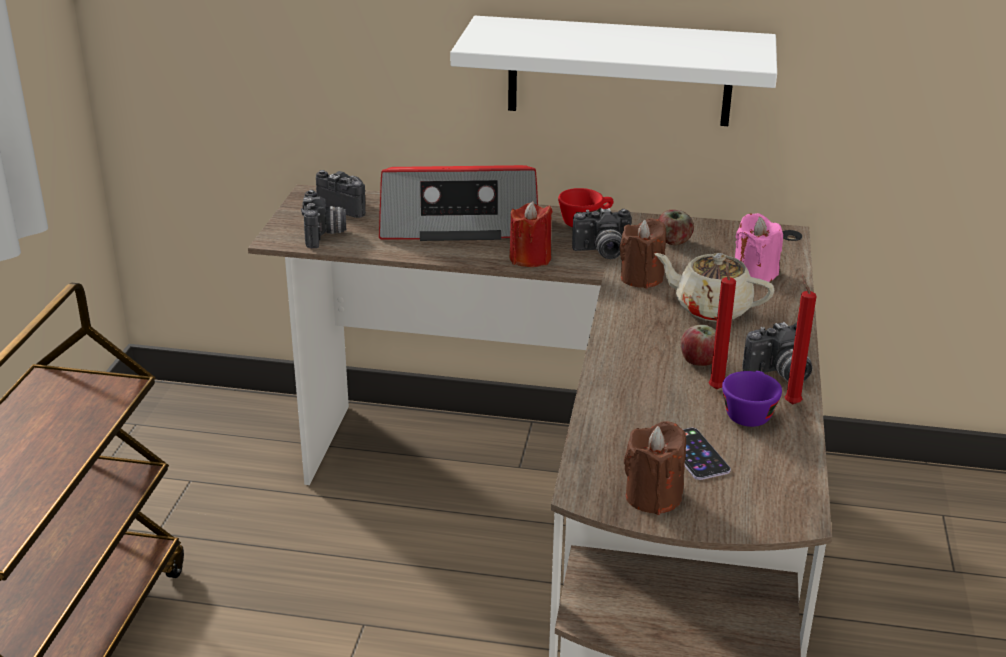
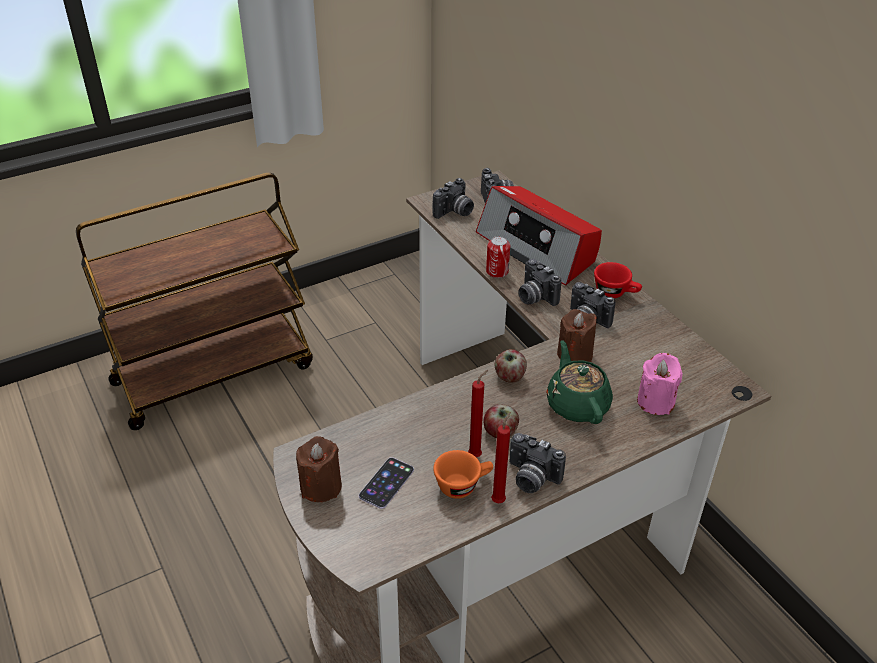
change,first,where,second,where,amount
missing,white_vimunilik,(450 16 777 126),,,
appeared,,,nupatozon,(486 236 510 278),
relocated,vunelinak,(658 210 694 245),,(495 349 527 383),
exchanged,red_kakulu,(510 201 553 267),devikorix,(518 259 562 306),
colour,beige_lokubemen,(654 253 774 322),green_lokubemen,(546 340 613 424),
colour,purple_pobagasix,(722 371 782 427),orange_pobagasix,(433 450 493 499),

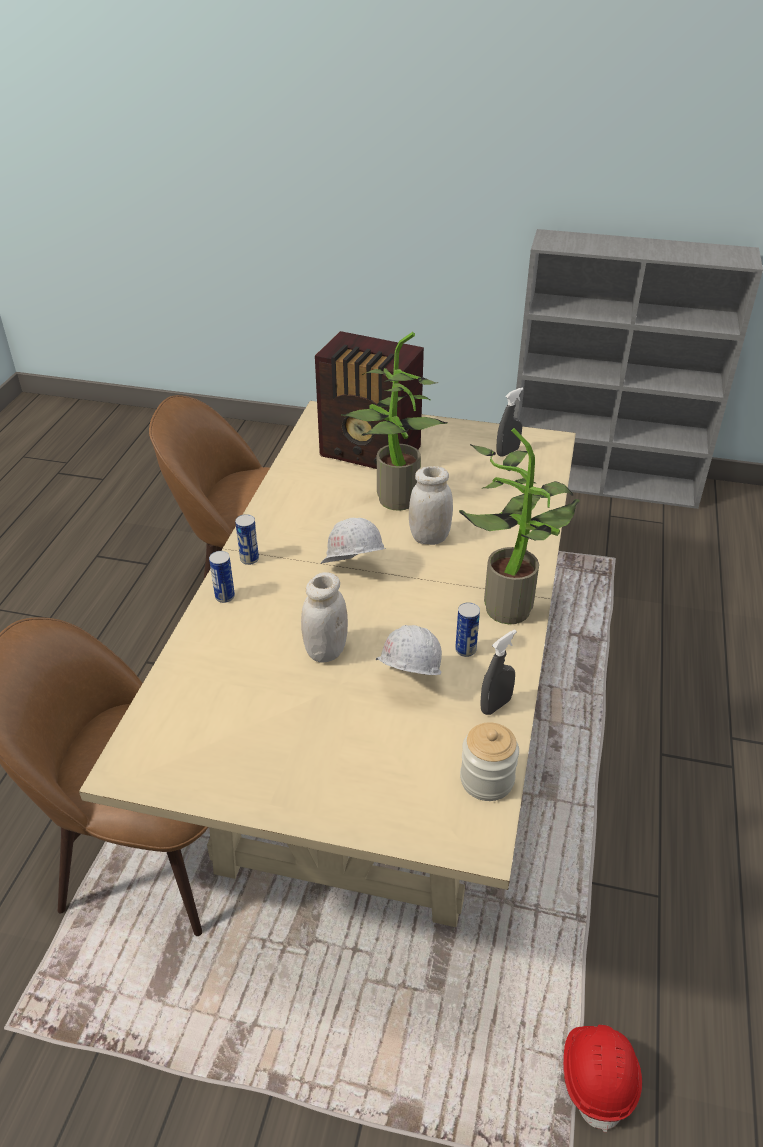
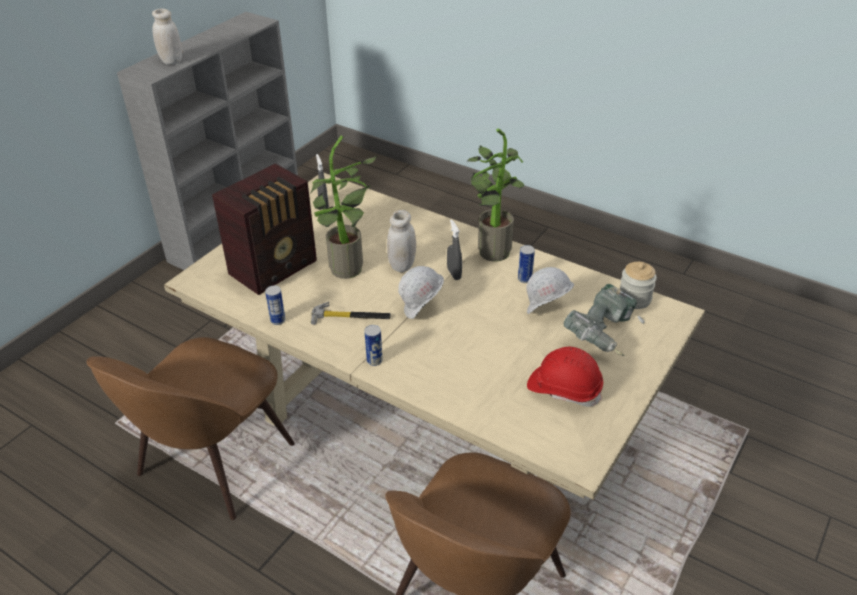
change,first,where,second,where,amount
appeared,,,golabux,(310 302 391 325),
appeared,,,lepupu,(563 284 645 356),
relocated,nupatozon,(209 551 235 603),,(265 286 285 325),
relocated,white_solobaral,(301 572 348 663),,(152 9 182 65),
relocated,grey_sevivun,(480 630 517 715),,(447 219 462 280),
relocated,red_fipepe,(563 1025 642 1132),,(527 347 603 407),

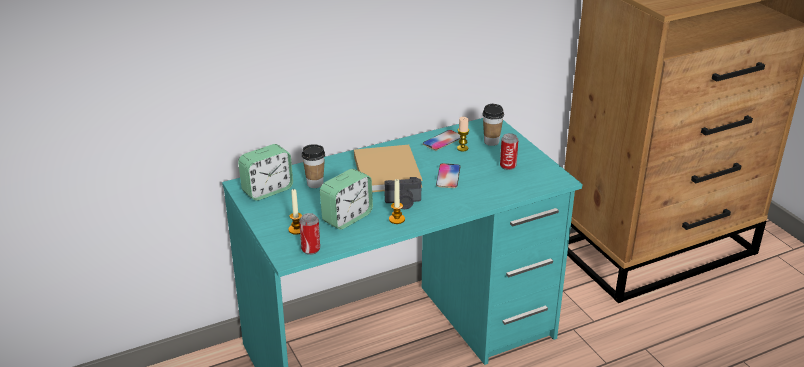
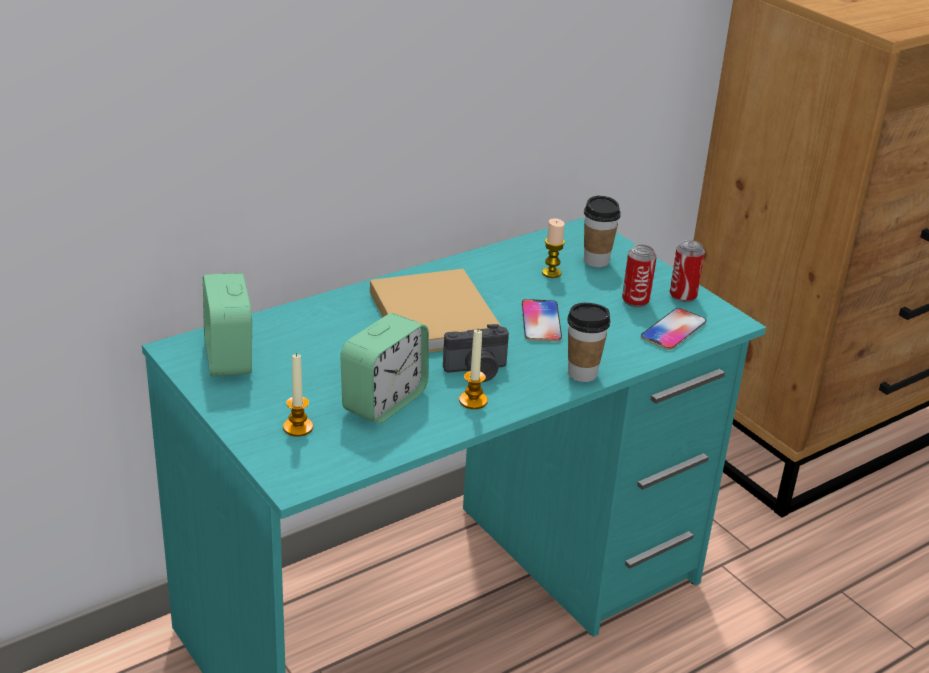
change,first,where,second,where,amount
relocated,nupatozon,(299 213 320 255),,(670 240 705 302),
relocated,pobagasix,(302 144 325 188),,(567 303 610 382),
relocated,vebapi,(423 130 461 151),,(641 308 706 350),
spun,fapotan,(238 144 293 201),,(203 273 252 376),120 degrees clockwise

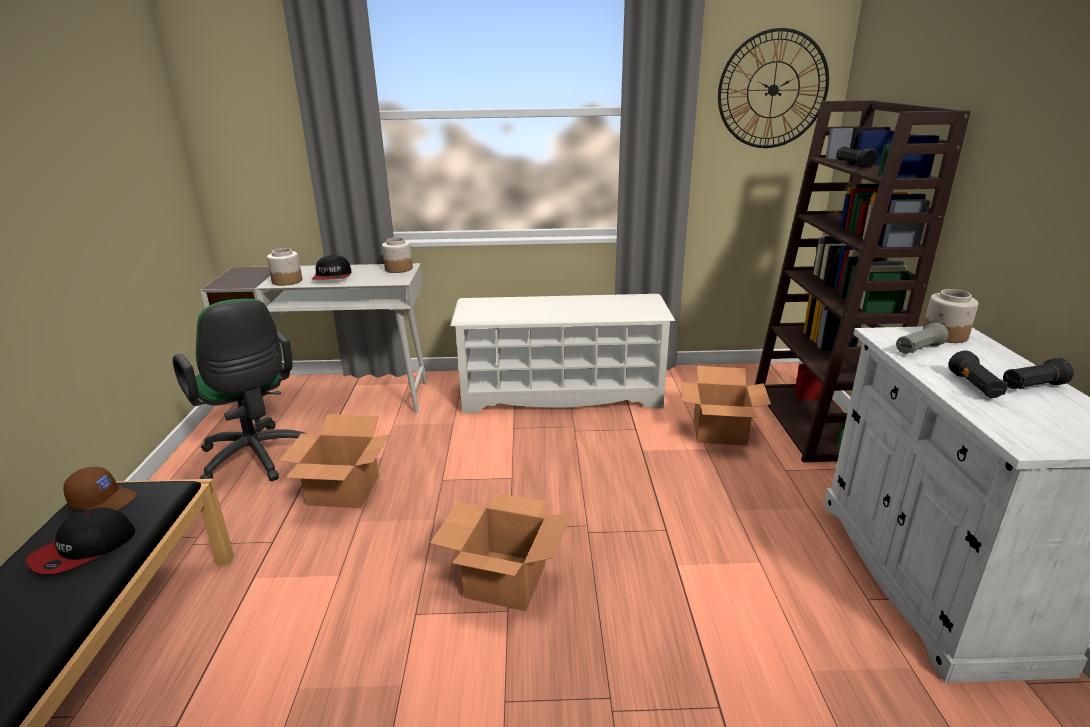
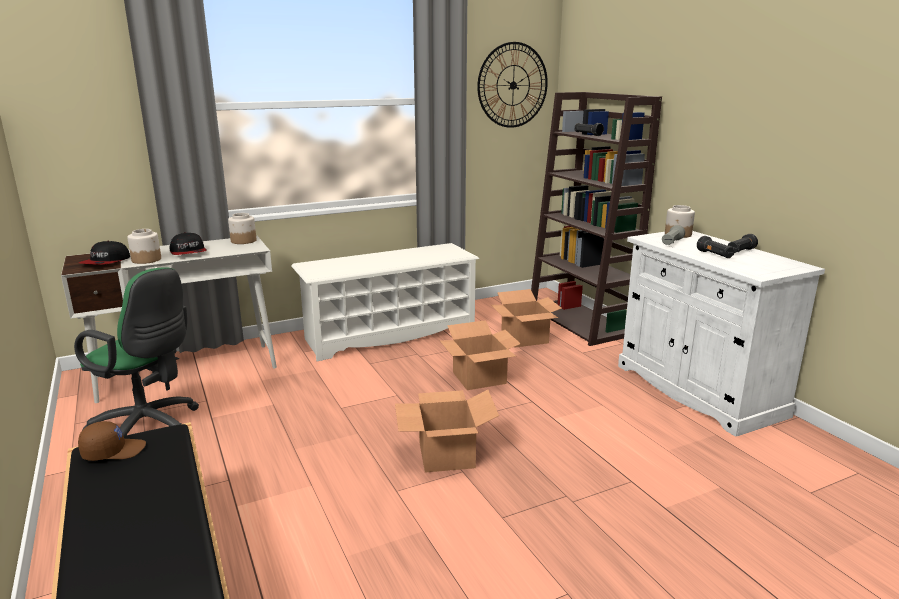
change,first,where,second,where,amount
relocated,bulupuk,(26 507 136 574),,(79 241 130 265),
relocated,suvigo,(279 414 390 508),,(440 320 521 390),

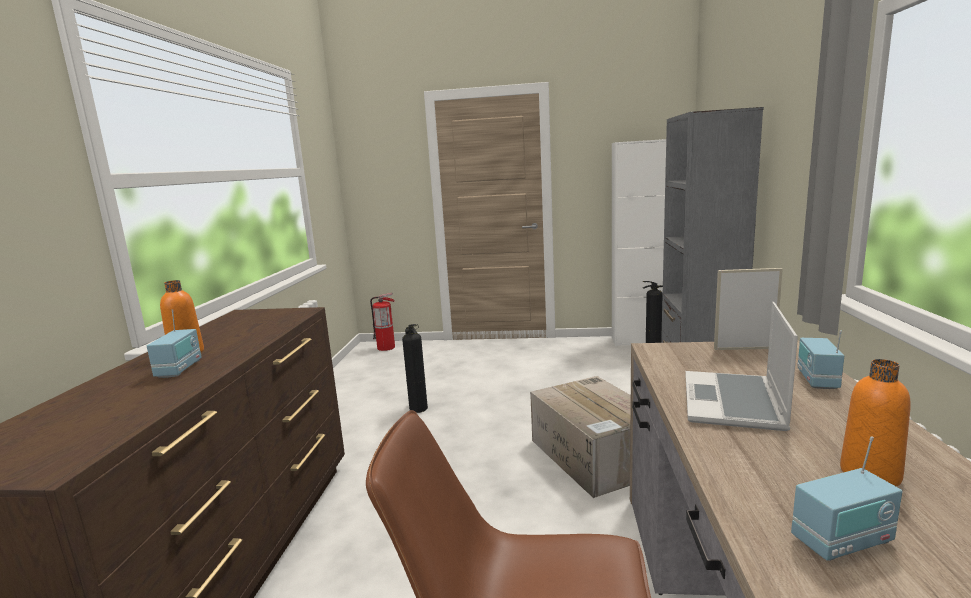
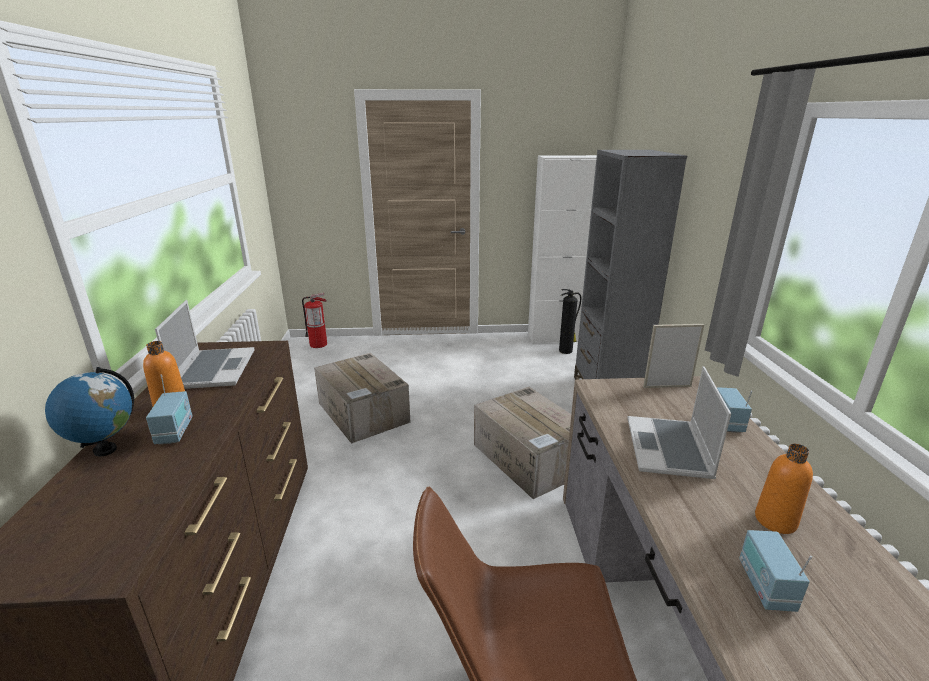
change,first,where,second,where,amount
appeared,,,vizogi,(45 367 134 456),
appeared,,,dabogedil,(155 300 255 389),
exchanged,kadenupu,(402 324 428 413),suvigo,(314 353 411 444),
spun,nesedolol,(791 436 902 561),,(739 530 812 612),120 degrees clockwise

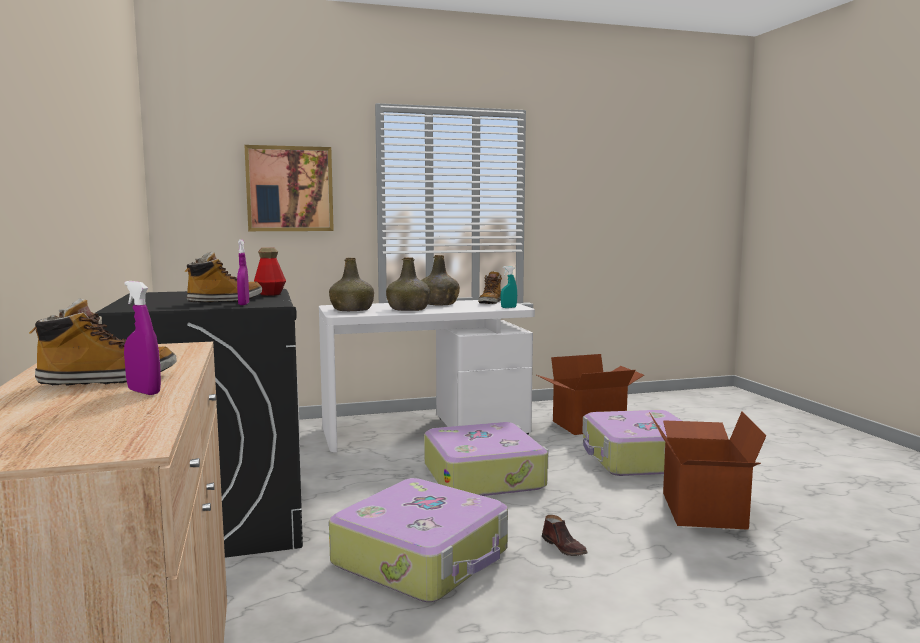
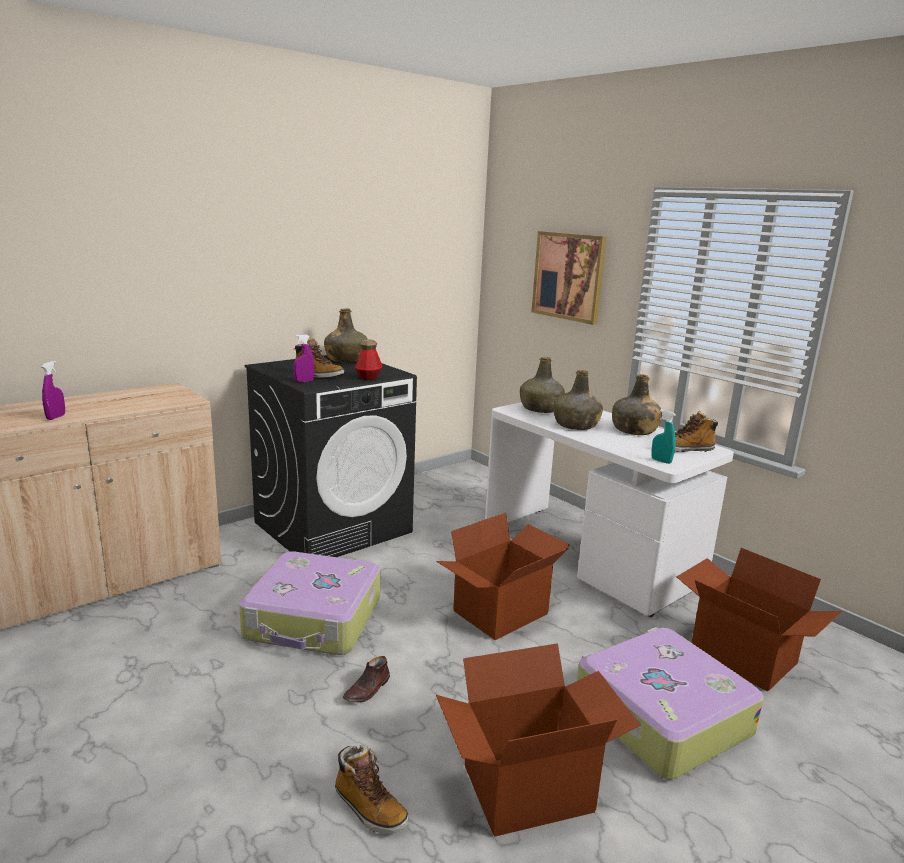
change,first,where,second,where,amount
appeared,,,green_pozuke,(324 309 368 363),
relocated,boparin,(29 299 177 386),,(335 745 409 834),
exchanged,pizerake,(424 422 548 496),suvigo,(436 513 570 640),

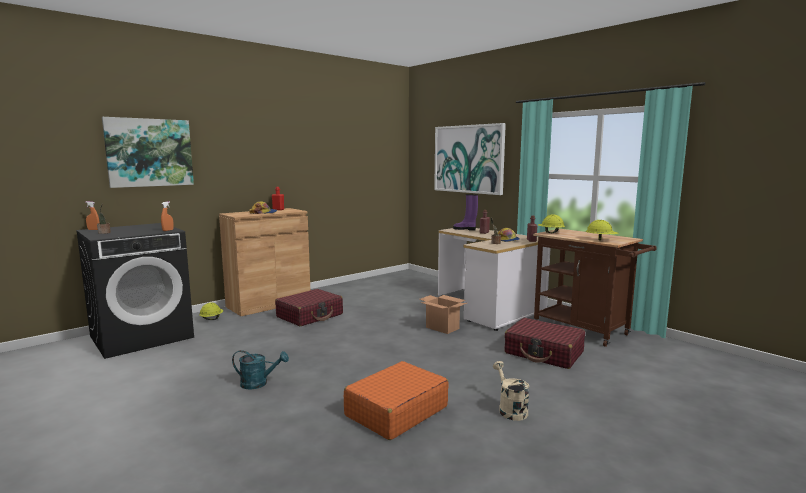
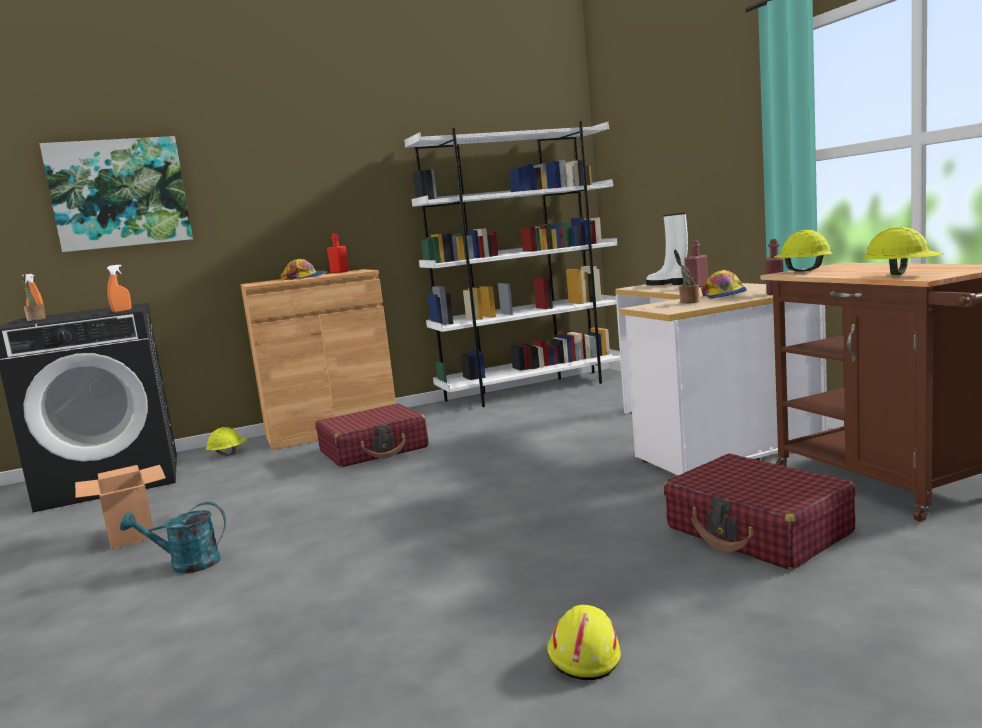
change,first,where,second,where,amount
missing,orange_pizerake,(344 361 449 440),,,
missing,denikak,(434 123 506 195),,,
appeared,,,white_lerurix,(404 121 620 407),
relocated,suvigo,(420 295 467 334),,(75 465 166 549),
exchanged,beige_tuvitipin,(493 361 529 421),yellow_fipepe,(547 605 621 680),
colour,purple_boparin,(453 194 478 231),white_boparin,(646 213 688 285),
spun,turquoise_tuvitipin,(232 350 289 389),,(120 502 226 573),150 degrees clockwise

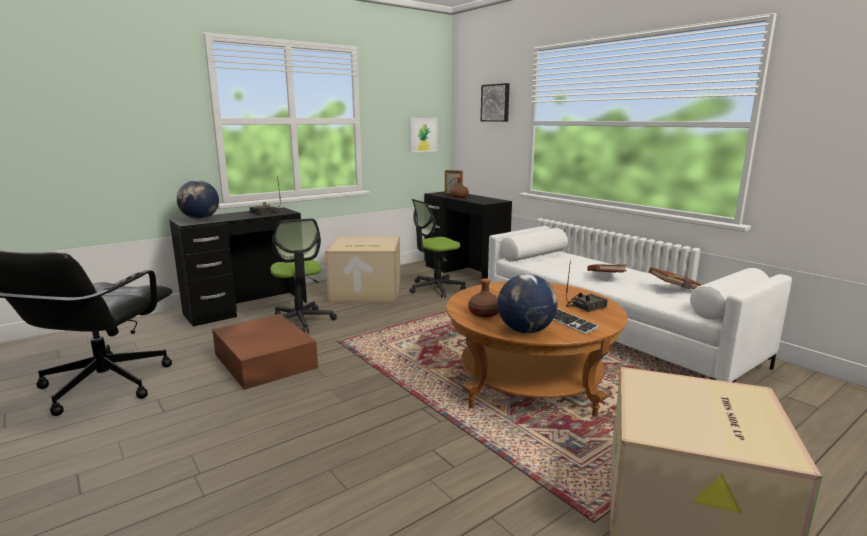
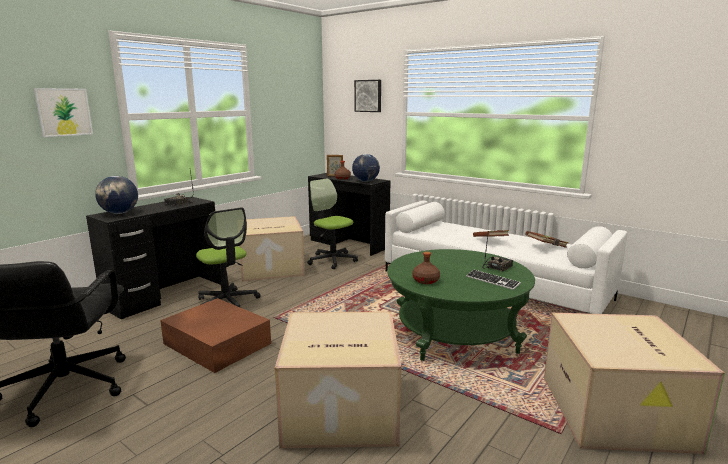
change,first,where,second,where,amount
appeared,,,suvigo,(275 311 401 448),
relocated,denikak,(409 118 437 152),,(34 88 93 137),
relocated,vizogi,(497 274 557 334),,(352 154 380 182),
colour,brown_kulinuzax,(446 281 628 417),green_kulinuzax,(387 249 535 361),
spun,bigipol,(409 199 466 298),,(307 179 358 269),90 degrees clockwise

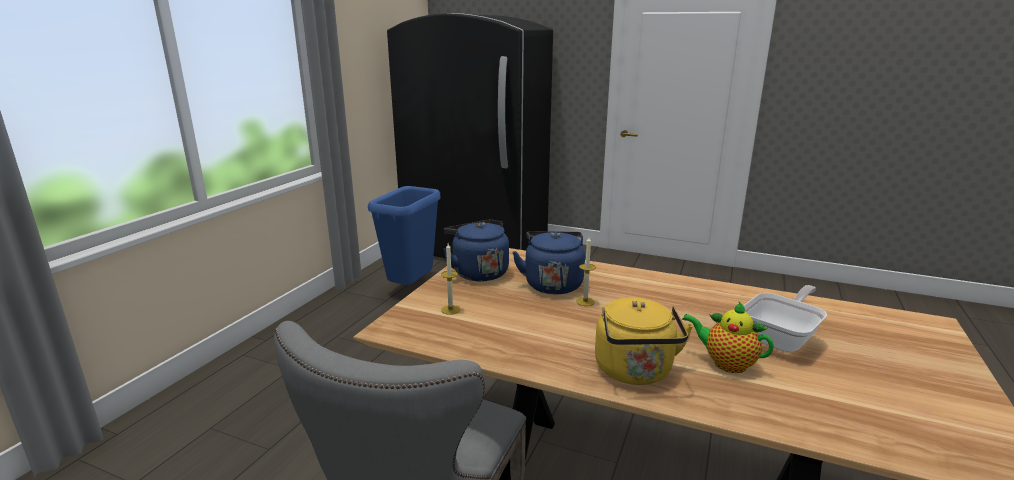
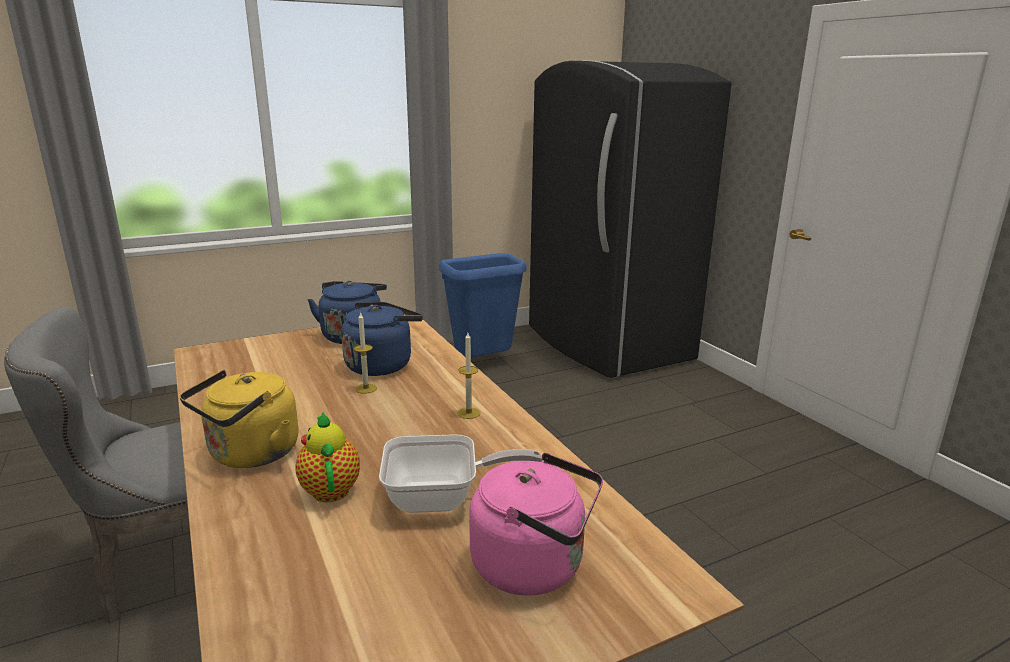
change,first,where,second,where,amount
appeared,,,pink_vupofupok,(469 453 603 595),
relocated,kakulu,(441 243 460 315),,(457 333 481 419),

